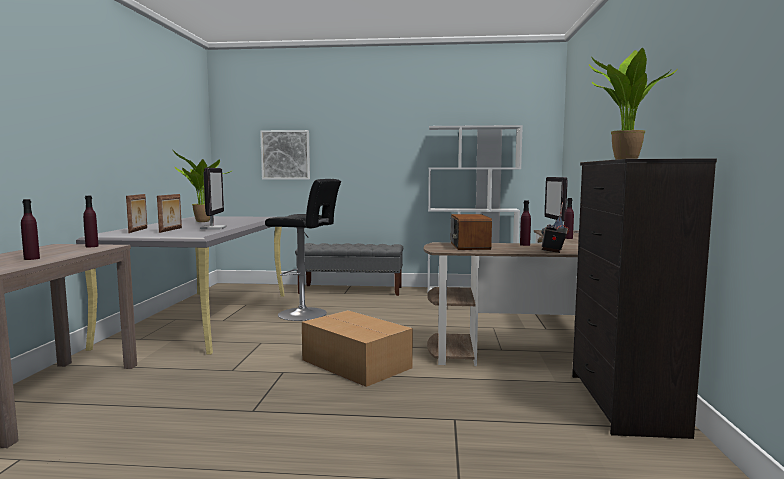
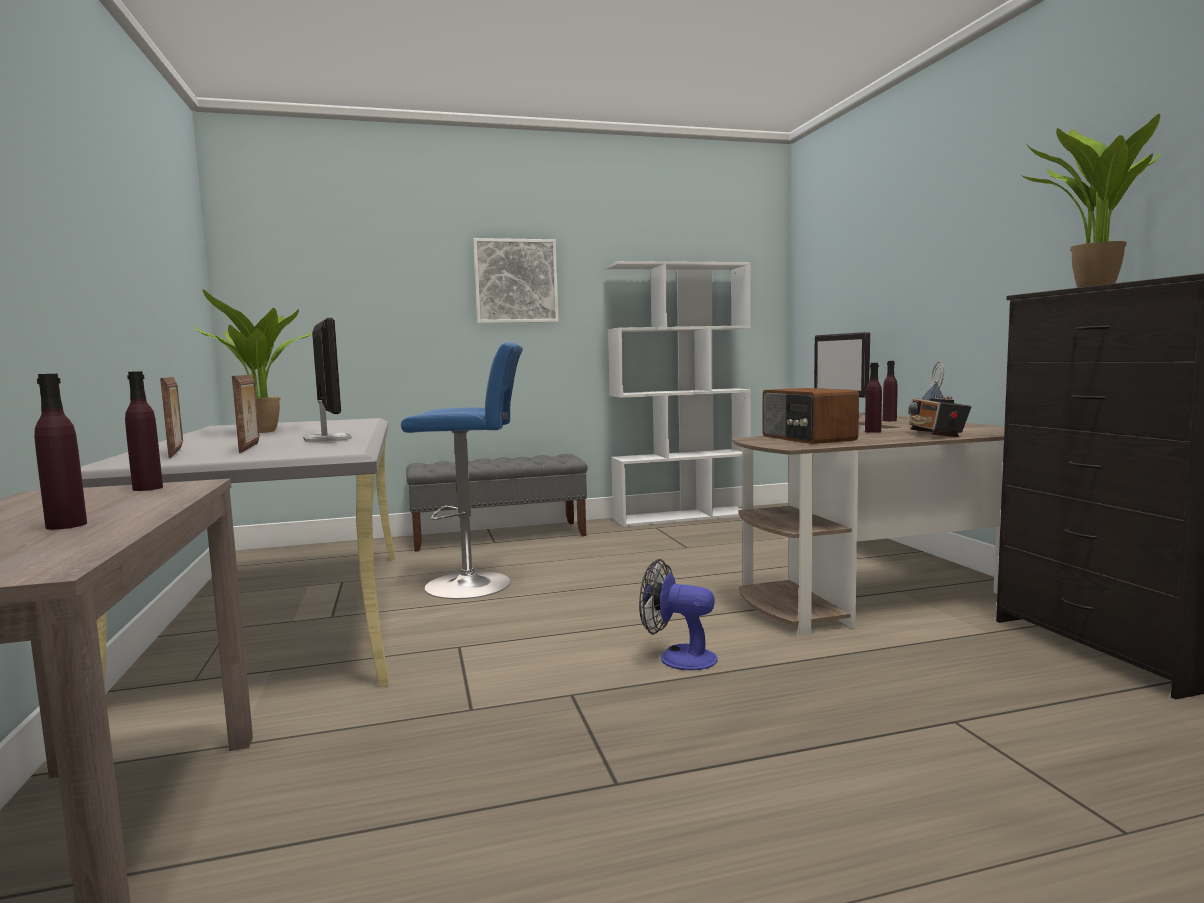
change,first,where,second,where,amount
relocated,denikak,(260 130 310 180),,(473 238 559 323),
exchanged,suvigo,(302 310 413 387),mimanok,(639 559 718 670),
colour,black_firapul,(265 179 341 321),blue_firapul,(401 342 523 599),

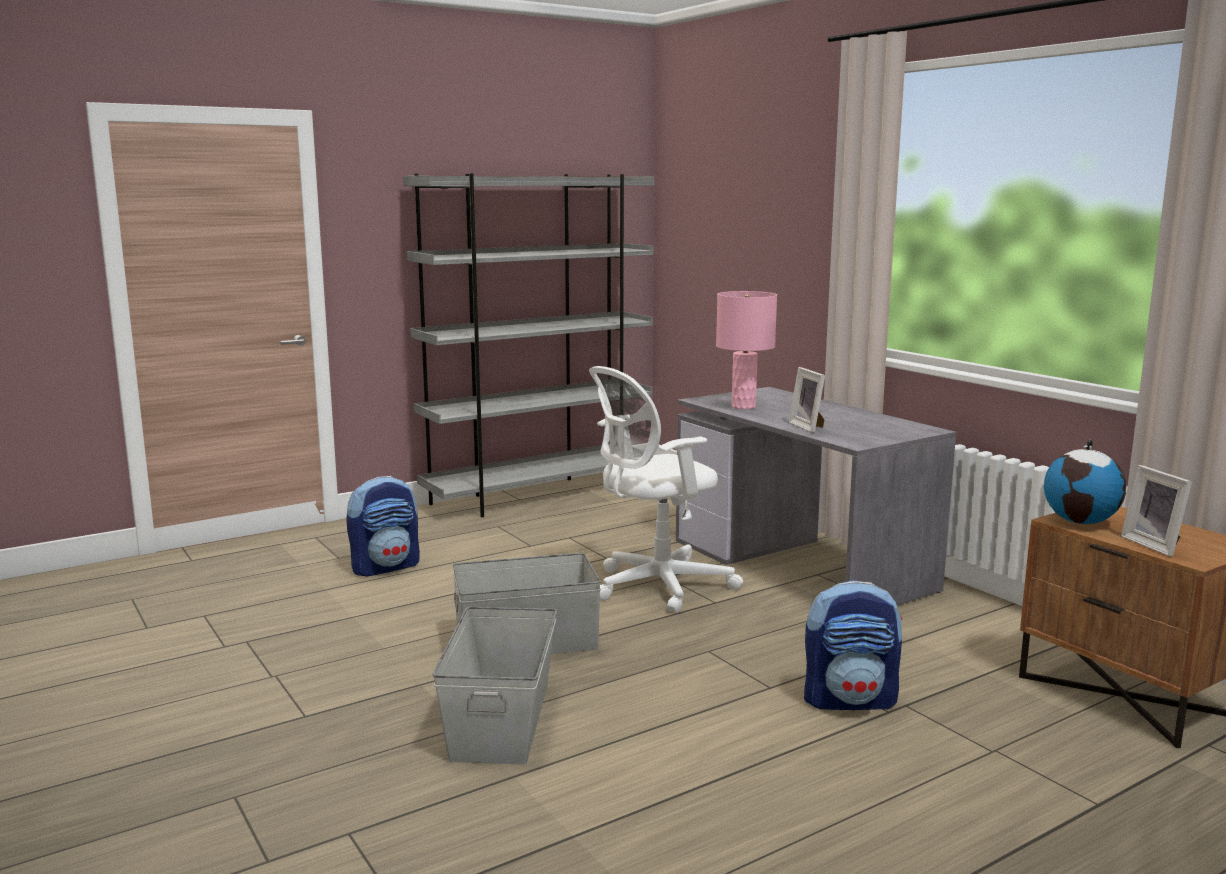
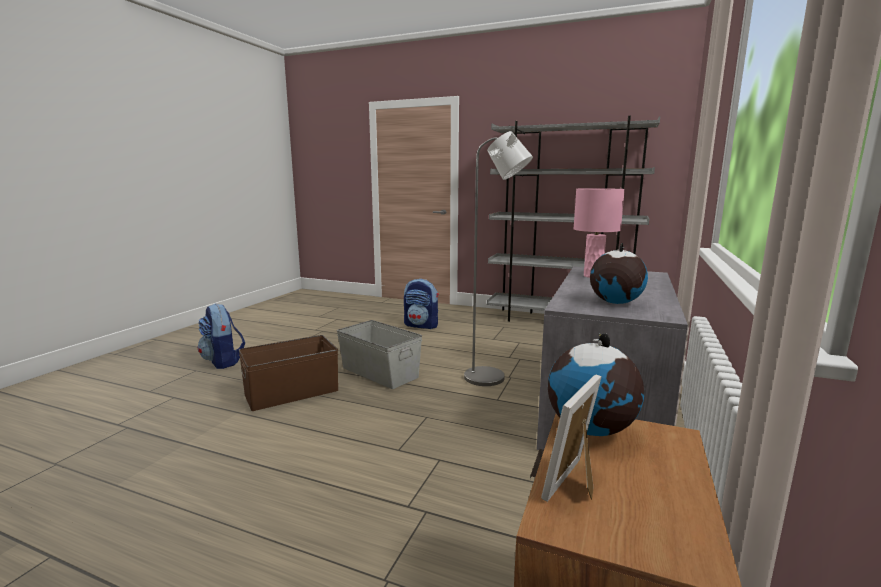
change,first,where,second,where,amount
missing,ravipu,(789 367 825 433),,,
appeared,,,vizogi,(590 243 648 304),
relocated,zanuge,(804 580 903 710),,(198 304 245 369),
exchanged,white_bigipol,(589 366 743 613),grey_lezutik,(464 131 533 386),
colour,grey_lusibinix,(432 607 557 765),brown_lusibinix,(239 335 338 411),

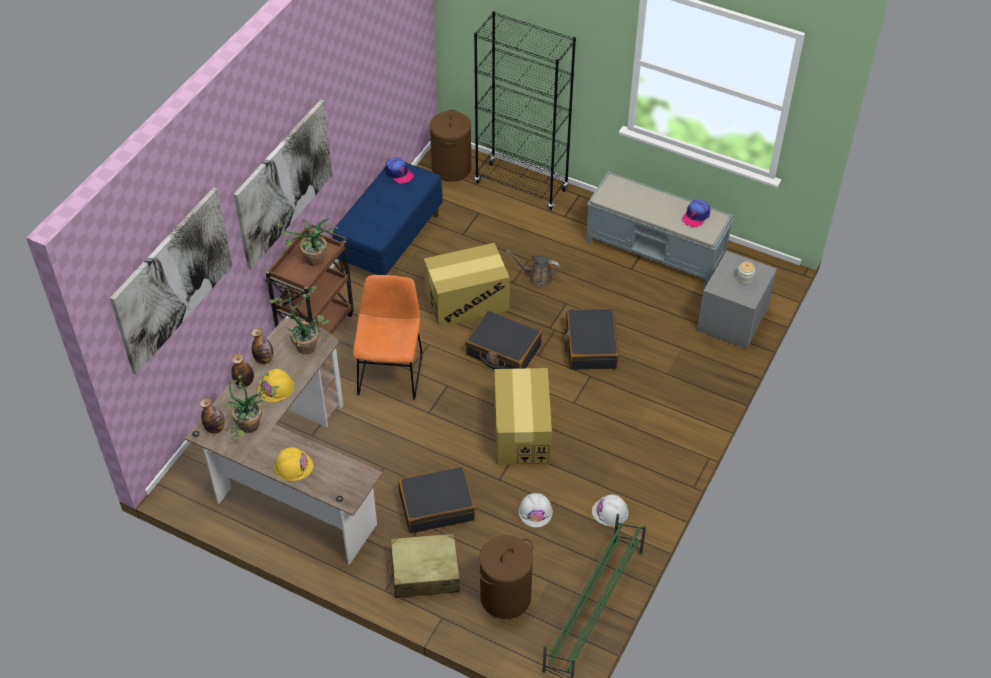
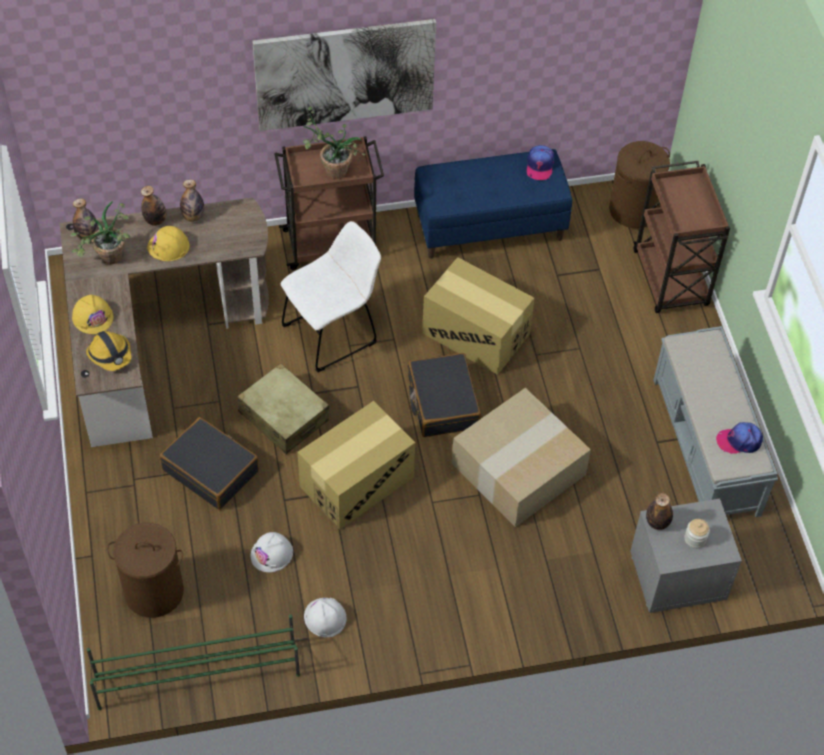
change,first,where,second,where,amount
missing,denikak,(110 188 232 375),,,
missing,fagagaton,(269 286 330 354),,,
missing,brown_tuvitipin,(507 250 560 287),,,
appeared,,,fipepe,(86 331 132 371),
appeared,,,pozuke,(646 493 673 530),
relocated,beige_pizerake,(387 533 460 598),,(237 363 329 454),
exchanged,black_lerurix,(474 11 576 210),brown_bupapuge,(633 161 730 313),
exchanged,black_pizerake,(564 308 619 370),suvigo,(452 388 591 527),
colour,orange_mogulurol,(353 275 423 400),white_mogulurol,(280 221 381 372),

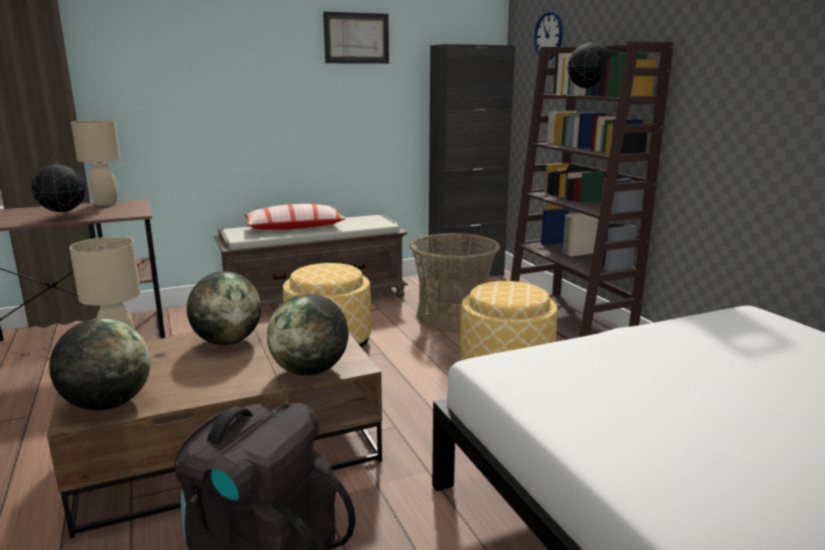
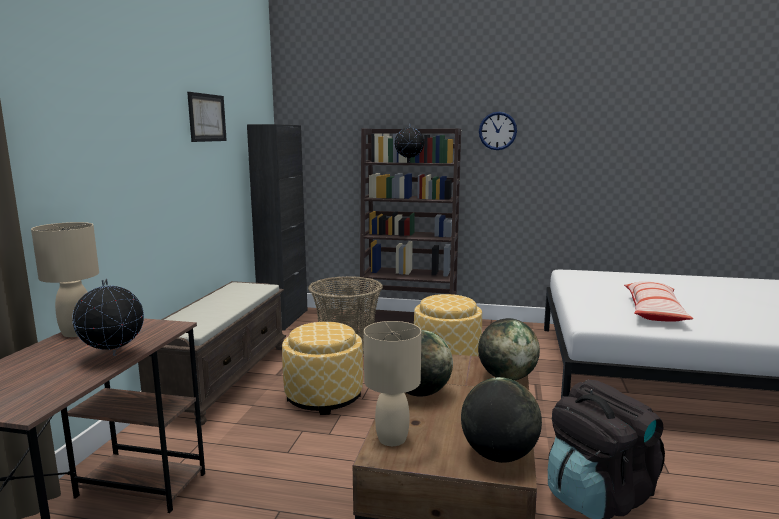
change,first,where,second,where,amount
relocated,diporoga,(244 204 345 230),,(624 282 693 322),
relocated,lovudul,(534 11 563 60),,(479 112 517 150),

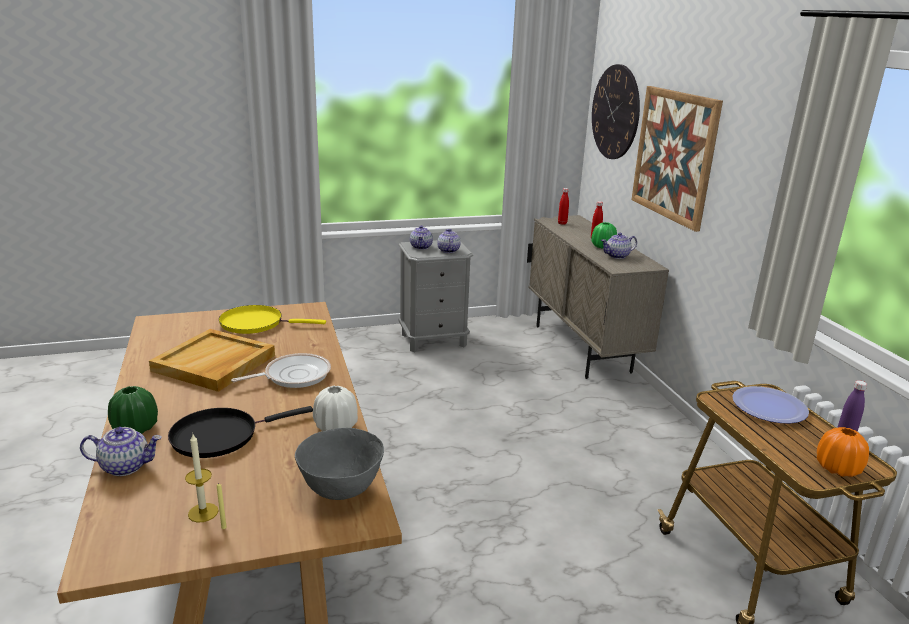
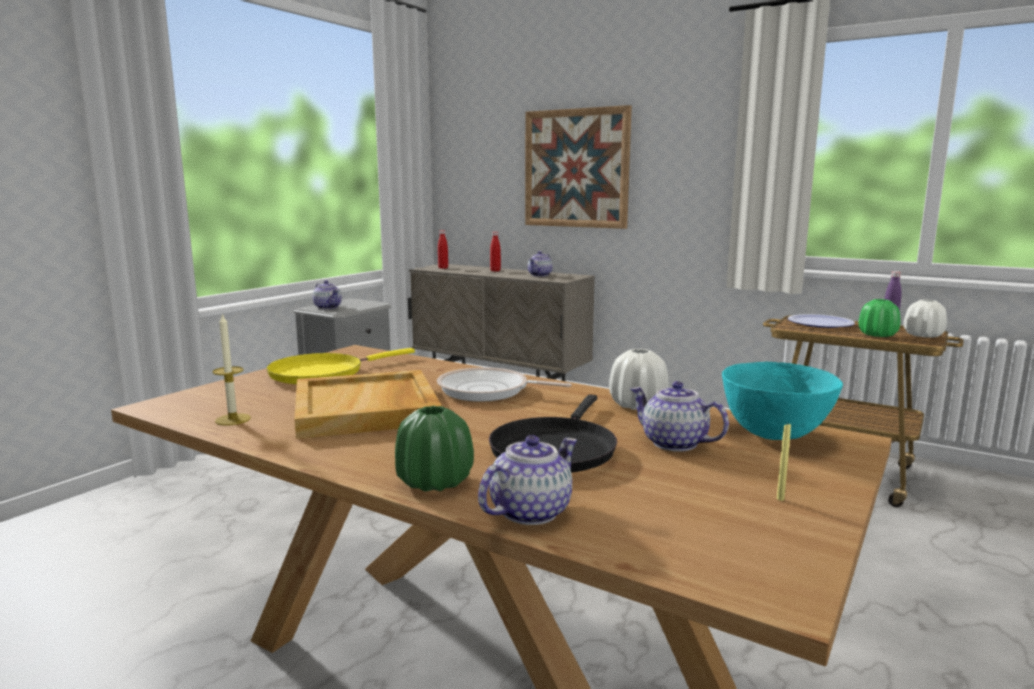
change,first,where,second,where,amount
missing,lovudul,(592 64 640 159),,,
relocated,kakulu,(185 434 219 522),,(213 313 251 425),
relocated,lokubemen,(437 229 461 253),,(630 381 729 452),
relocated,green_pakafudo,(591 222 617 249),,(859 299 900 337),
colour,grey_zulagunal,(295 428 384 500),turquoise_zulagunal,(722 362 843 440),
colour,orange_pakafudo,(817 427 869 477),white_pakafudo,(903 299 947 338),
spun,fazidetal,(231 353 331 388),,(437 367 572 402),90 degrees counterclockwise

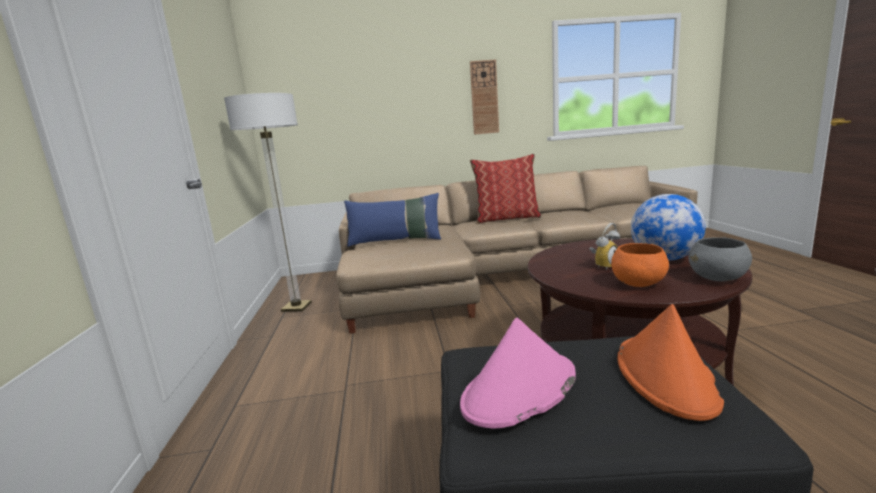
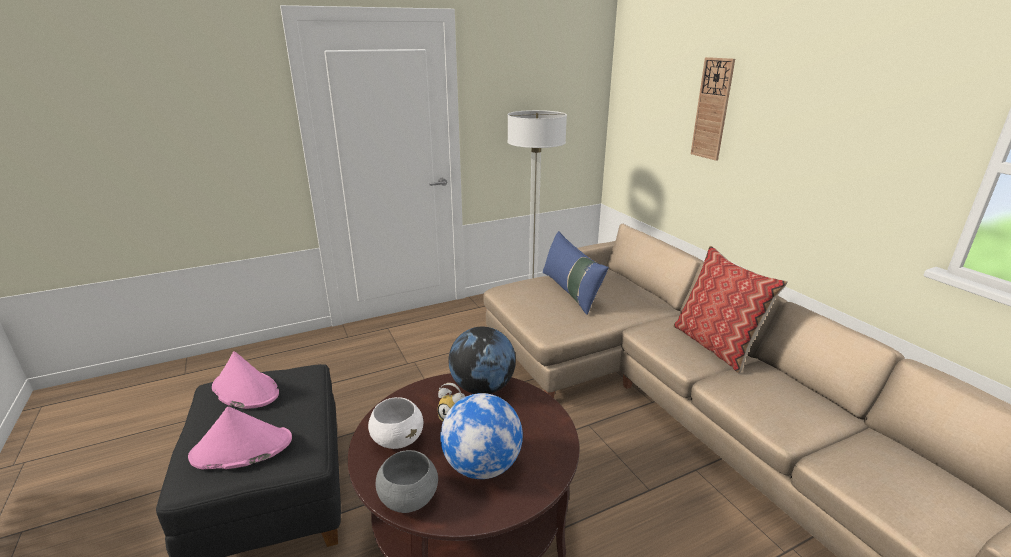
change,first,where,second,where,amount
appeared,,,vizogi,(449 327 516 394),
relocated,lovudul,(470 59 499 135),,(691 57 735 161),
colour,orange_zulagunal,(611 243 669 287),white_zulagunal,(368 397 423 449),
colour,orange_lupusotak,(618 304 724 421),pink_lupusotak,(188 407 292 470),

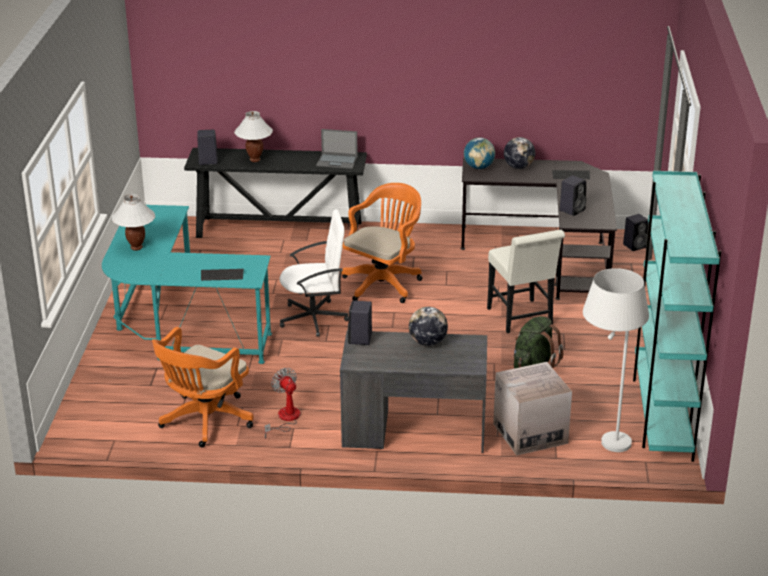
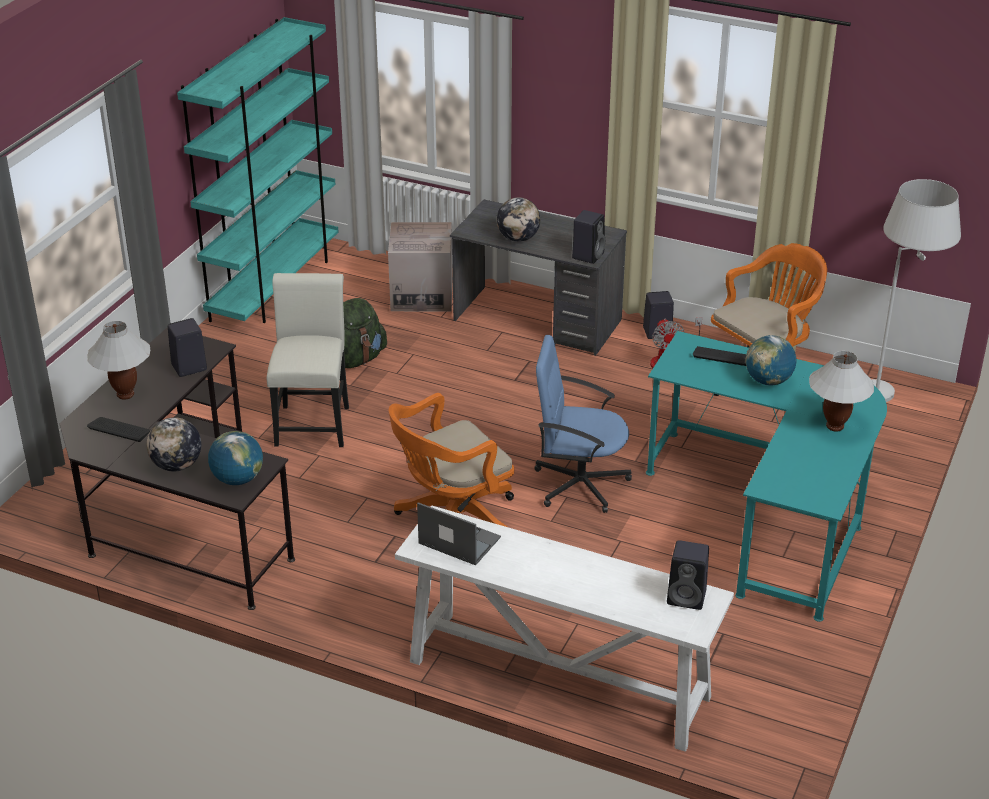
change,first,where,second,where,amount
appeared,,,vizogi,(745 335 796 386),
relocated,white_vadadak,(234 111 273 162),,(87 321 150 400),
relocated,white_lezutik,(583 268 649 452),,(872 179 961 402),
relocated,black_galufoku,(623 214 648 251),,(643 291 674 339),
colour,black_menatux,(184 148 367 238),white_menatux,(395 506 734 752),
colour,white_bigipol,(280 209 349 337),blue_bigipol,(534 335 632 513),

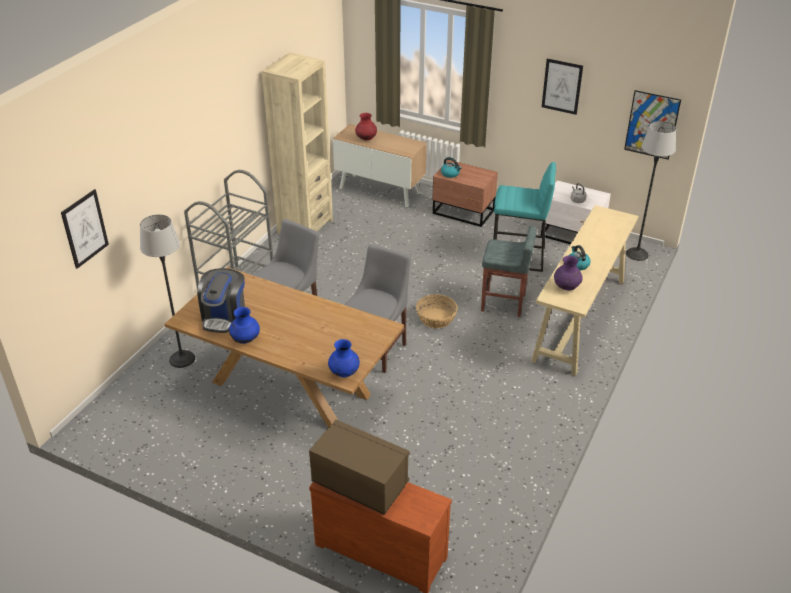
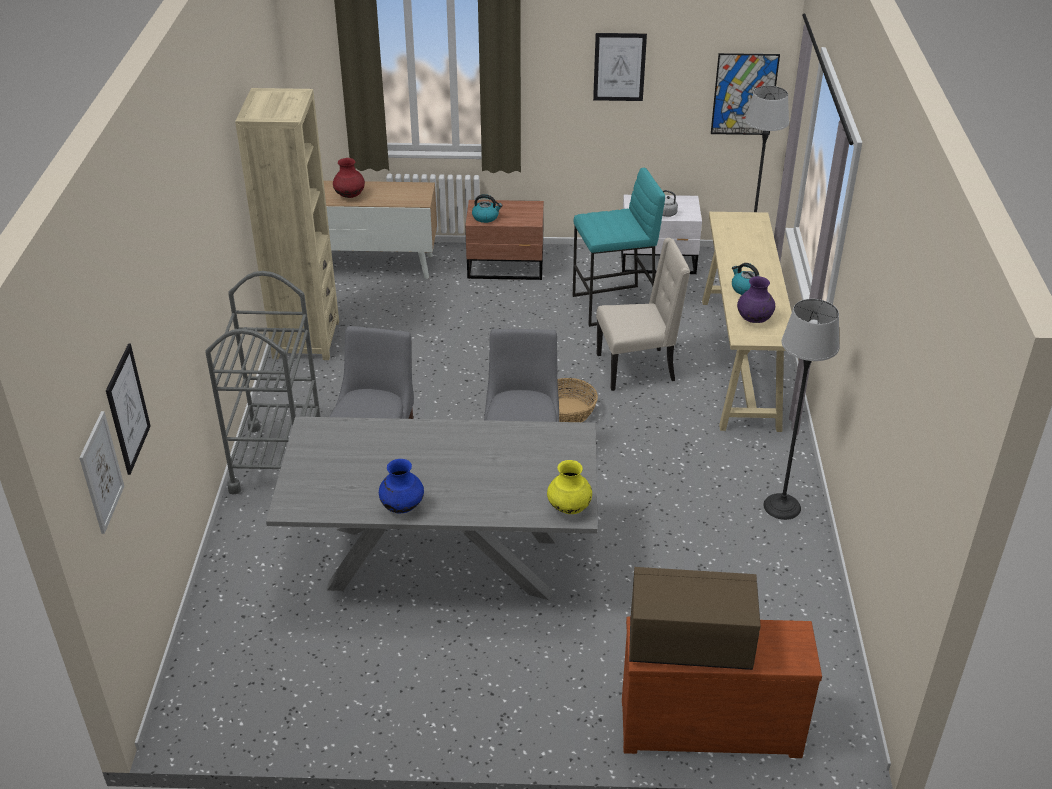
change,first,where,second,where,amount
missing,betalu,(197 268 245 333),,,
appeared,,,denikak,(79 411 124 534),
relocated,lezutik,(140 214 195 368),,(763 299 839 520),
exchanged,grey_firapul,(481 226 537 317),beige_mogulurol,(596 238 690 391),
colour,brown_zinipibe,(165 267 404 427),grey_zinipibe,(266 416 597 600),
colour,blue_pakafudo,(328 339 360 378),yellow_pakafudo,(547 460 592 514),

